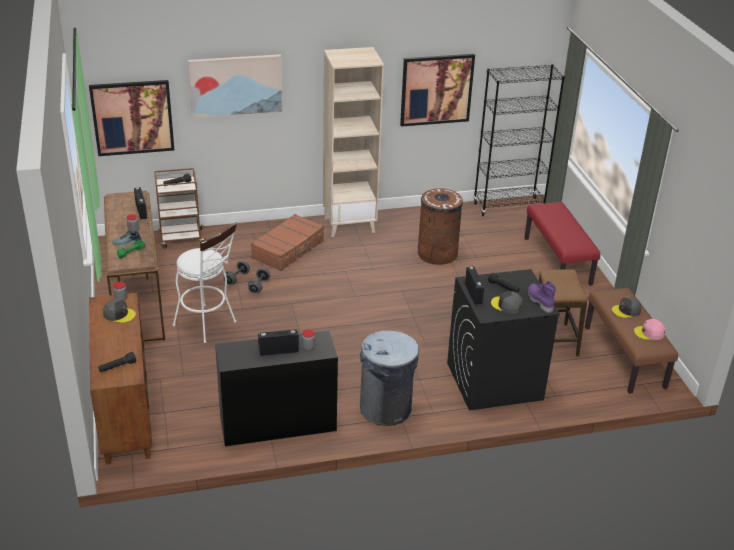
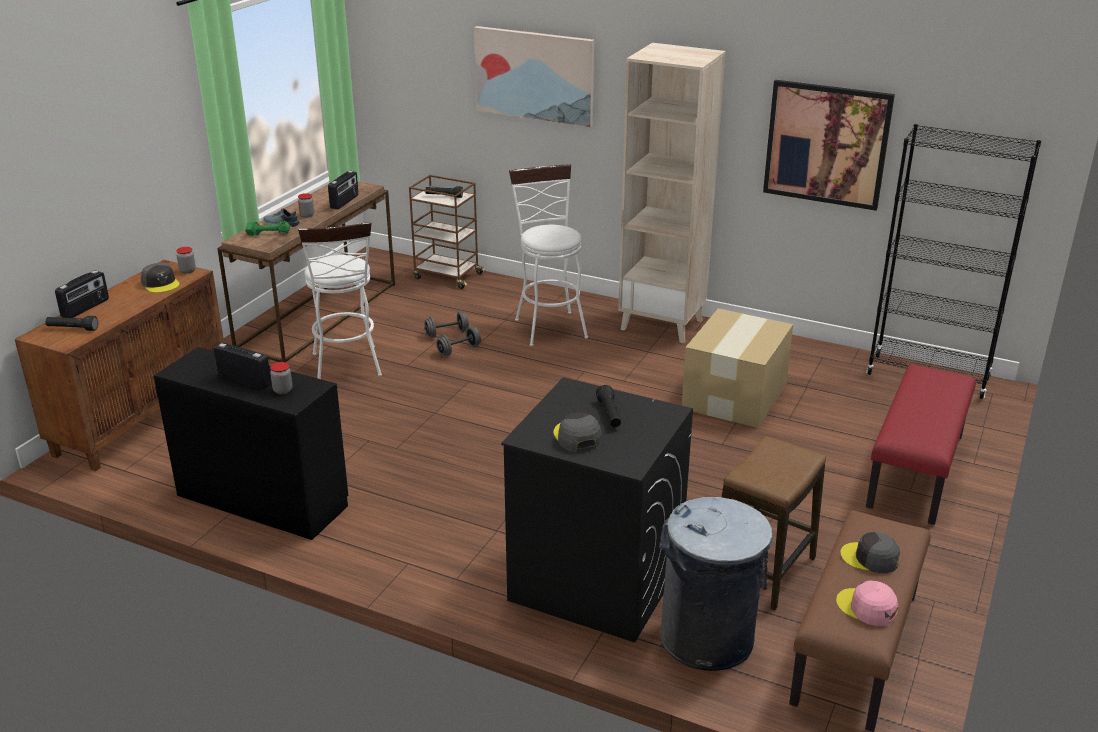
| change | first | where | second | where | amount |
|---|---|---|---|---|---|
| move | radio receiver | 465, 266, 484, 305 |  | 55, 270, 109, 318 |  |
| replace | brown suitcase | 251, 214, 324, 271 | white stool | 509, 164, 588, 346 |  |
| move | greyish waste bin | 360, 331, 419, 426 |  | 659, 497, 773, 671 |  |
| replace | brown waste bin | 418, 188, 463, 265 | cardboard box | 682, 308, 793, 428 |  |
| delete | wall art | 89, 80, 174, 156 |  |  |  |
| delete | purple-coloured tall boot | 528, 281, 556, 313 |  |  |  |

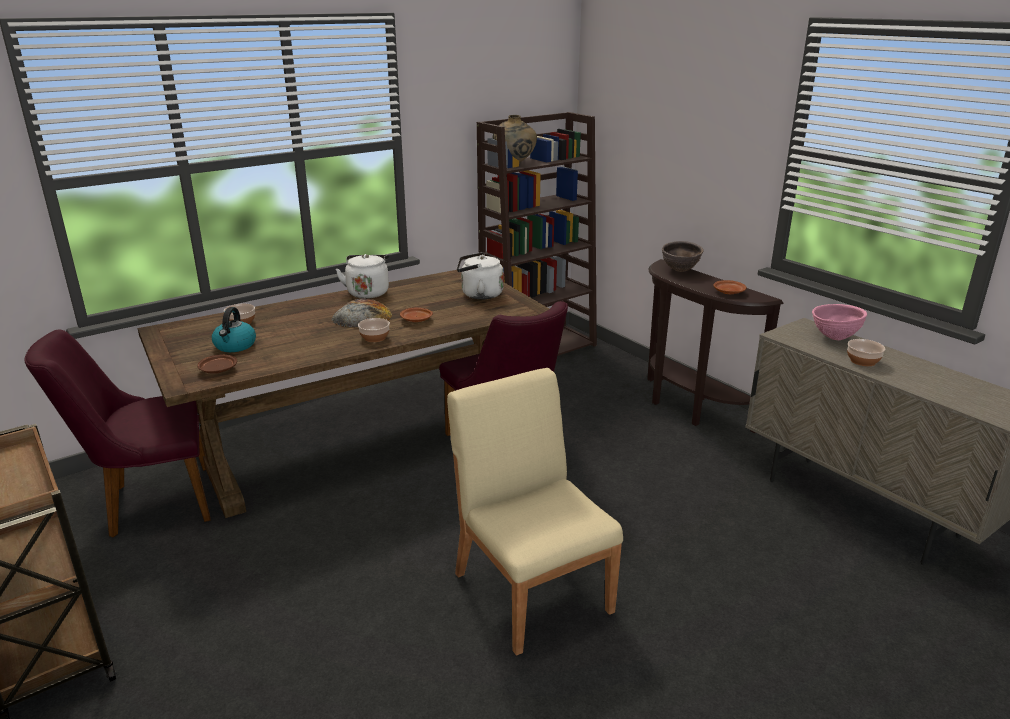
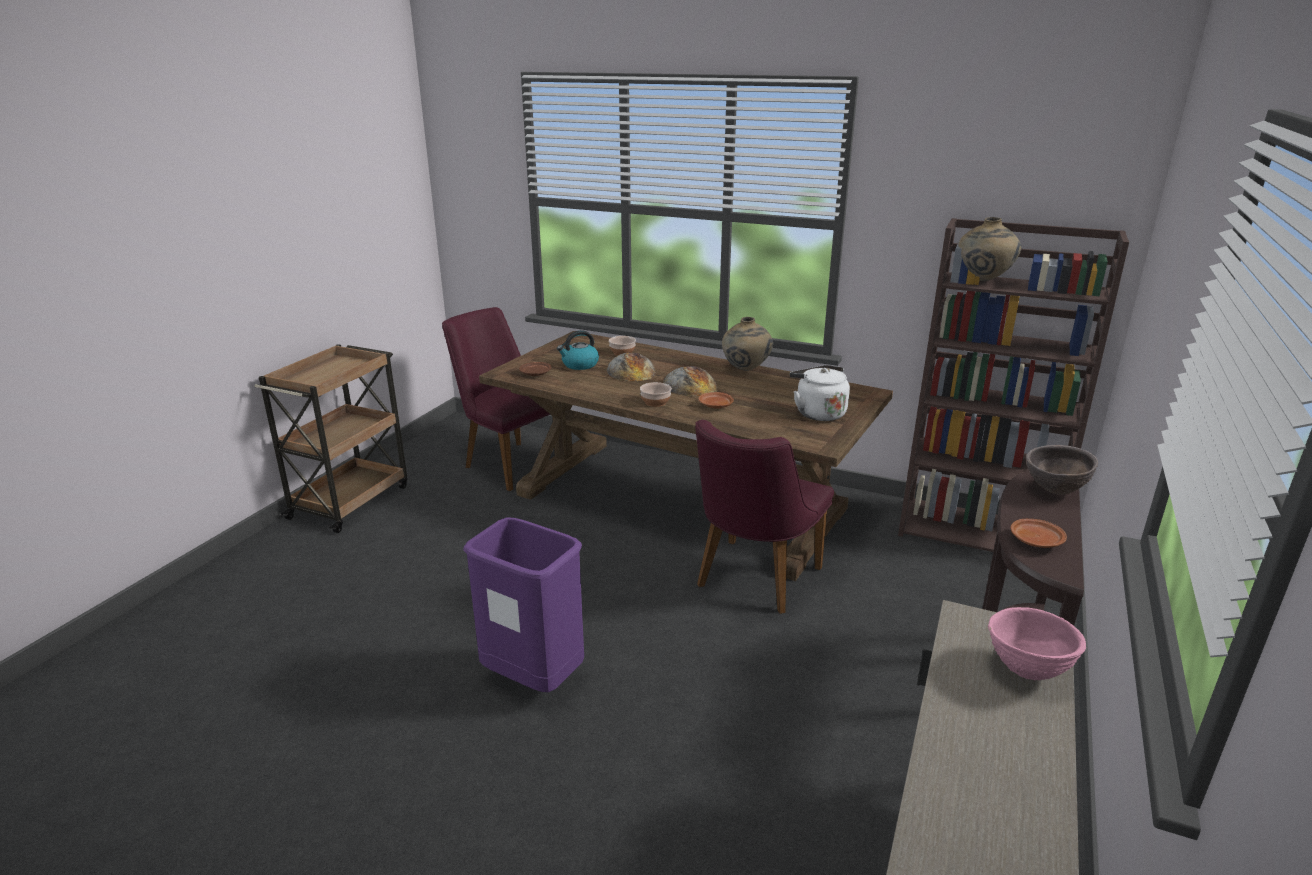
| change | first | where | second | where | amount |
|---|---|---|---|---|---|
| replace | beige-coloured plain chair | 447, 368, 623, 656 | purple-coloured waste bin | 463, 517, 584, 692 |  |
| insert |  |  | bread | 607, 353, 656, 381 |  |
| replace | white tea kettle | 335, 254, 389, 299 | beige-coloured decorative vase | 722, 317, 773, 371 |  |
| delete | deep dish | 847, 339, 885, 366 |  |  |  |

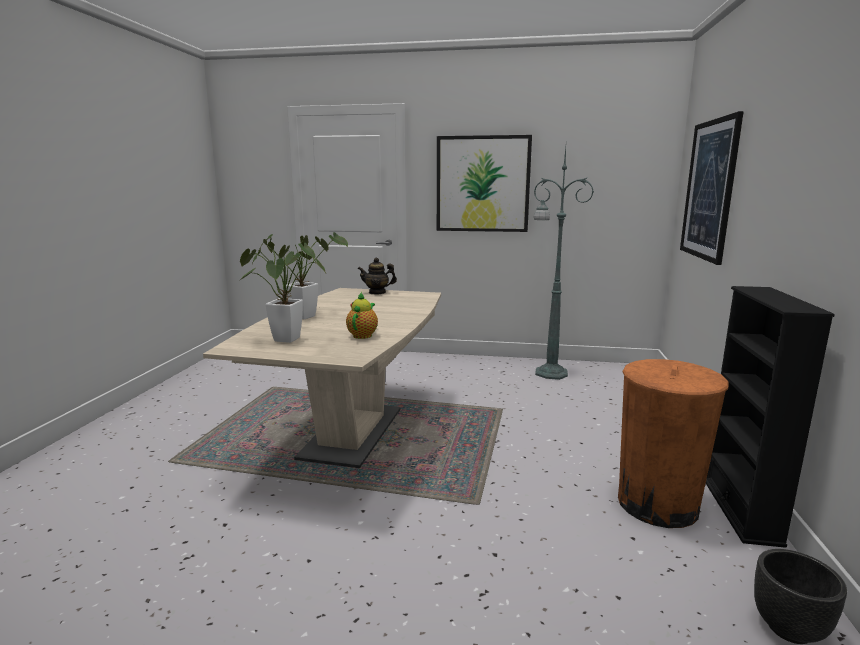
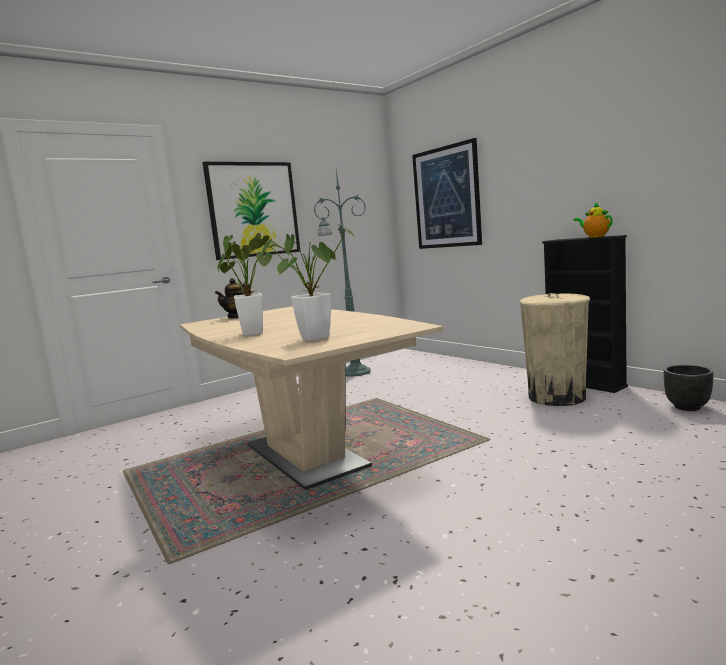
| change | first | where | second | where | amount |
|---|---|---|---|---|---|
| recolor | orangey waste bin | 618, 359, 728, 528 | beige-coloured waste bin | 519, 293, 590, 406 |  |
| move | tea pot | 346, 292, 378, 339 |  | 574, 203, 613, 238 |  |

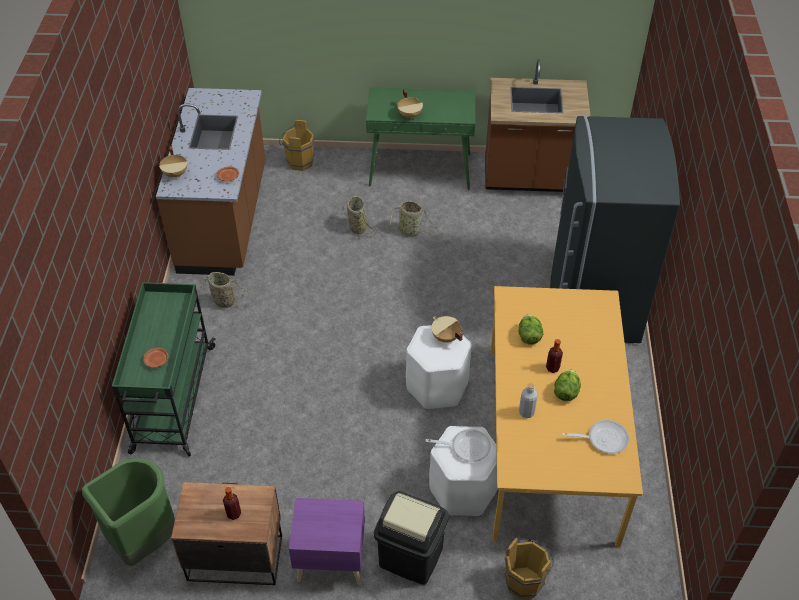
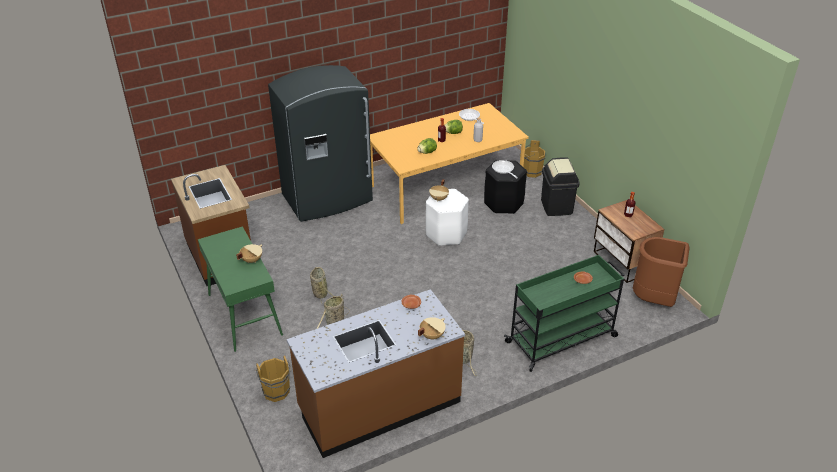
| change | first | where | second | where | amount |
|---|---|---|---|---|---|
| recolor | white stool | 429, 426, 497, 516 | black-coloured stool | 484, 160, 527, 214 |  |
| recolor | green waste bin | 82, 458, 175, 566 | brown waste bin | 633, 237, 690, 307 |  |
| delete | purple-coloured night table | 289, 498, 365, 585 |  |  |  |

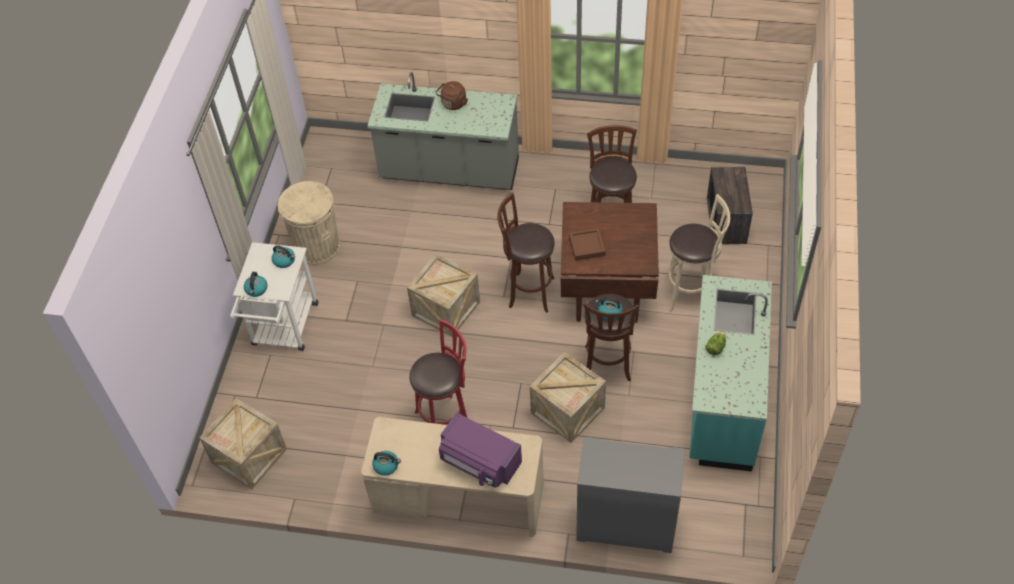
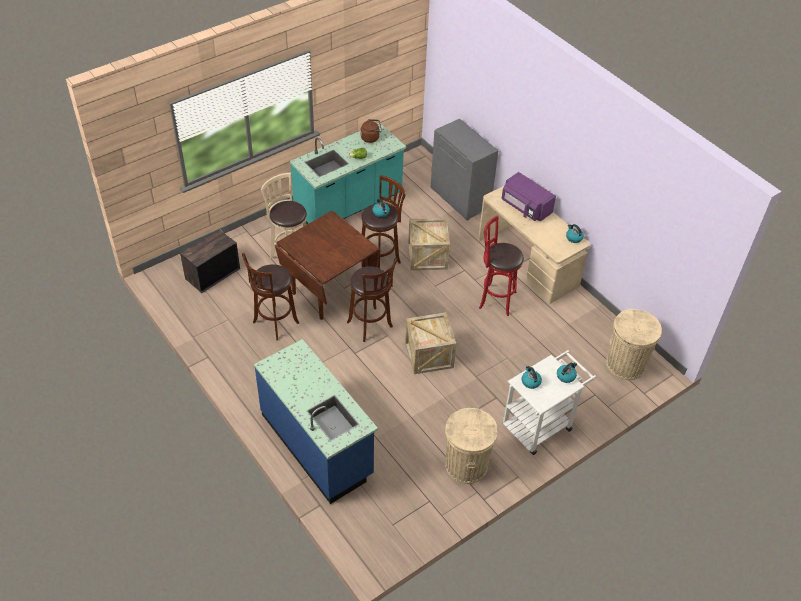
| change | first | where | second | where | amount |
|---|---|---|---|---|---|
| recolor | greyish kitchen base unit | 368, 72, 519, 190 | blue kitchen base unit | 254, 339, 378, 504 |  |
| move | brown tea kettle | 436, 81, 468, 110 |  | 361, 119, 382, 143 |  |
| rotate | purple-coloured microwave | 439, 412, 522, 488 |  | 502, 172, 556, 222 | 150 degrees clockwise |
| replace | packing crate | 200, 398, 287, 489 | beige-coloured waste bin | 606, 309, 662, 380 |  |
| delete | brown carrying tray | 569, 228, 606, 261 |  |  |  |

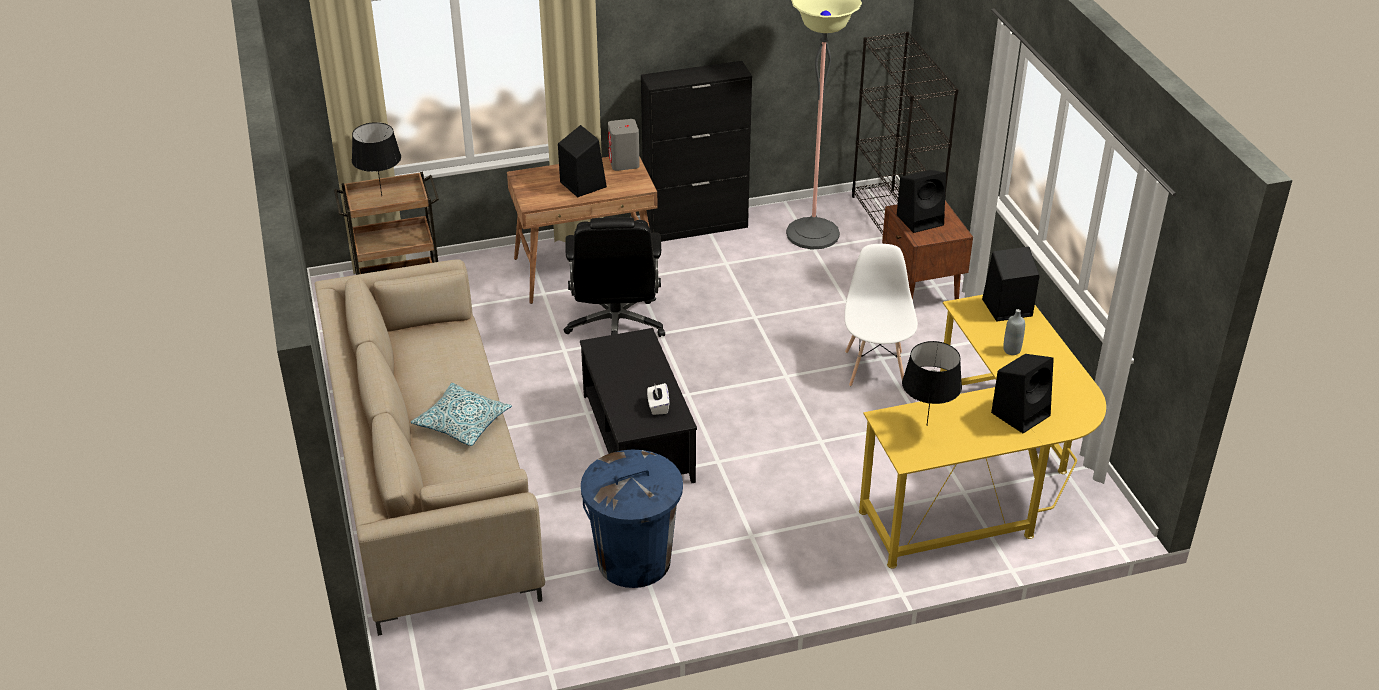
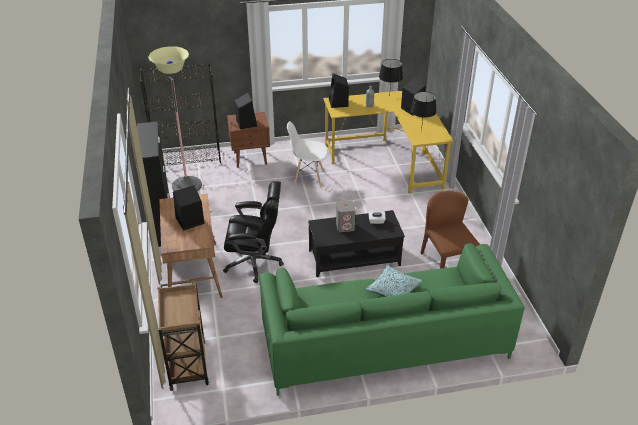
| change | first | where | second | where | amount |
|---|---|---|---|---|---|
| recolor | beige-coloured settee | 315, 259, 545, 636 | green settee | 259, 243, 525, 396 |  |
| move | greyish loudspeaker | 608, 119, 640, 171 |  | 336, 201, 355, 232 |  |
| move | black-coloured lamp for a table | 352, 122, 401, 196 |  | 379, 59, 403, 87 |  |
| replace | blue waste bin | 581, 450, 683, 588 | brown plain chair | 421, 191, 480, 269 |  |

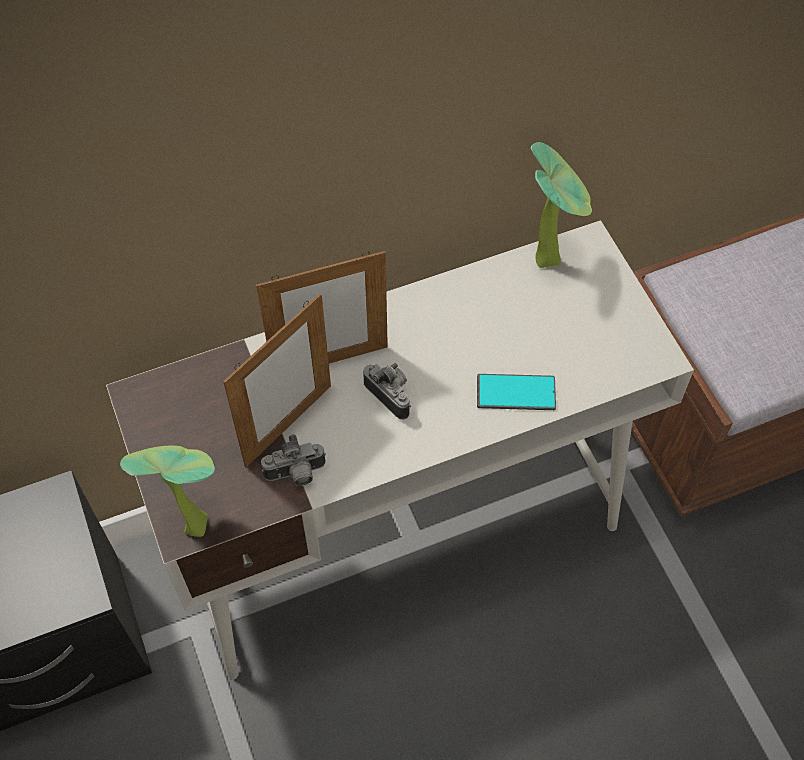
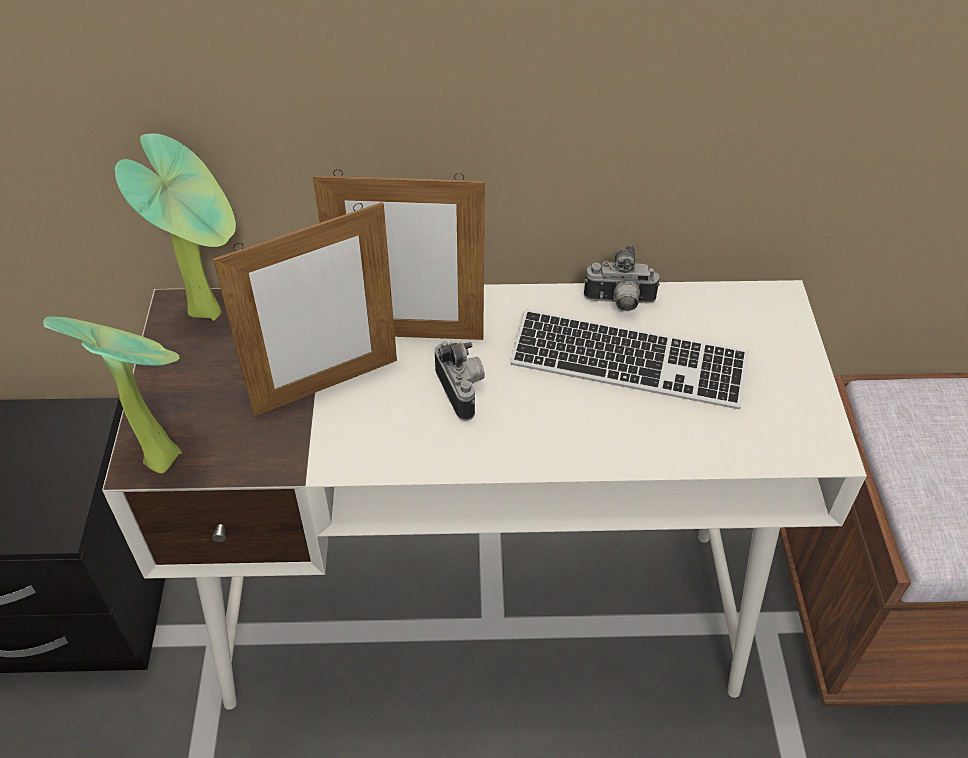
| change | first | where | second | where | amount |
|---|---|---|---|---|---|
| move | houseplant | 531, 142, 592, 268 |  | 115, 133, 236, 321 |  |
| insert |  |  | computer keyboard | 511, 309, 749, 409 |  |
| move | still camera | 261, 434, 326, 486 |  | 584, 245, 660, 311 |  |
| delete | phone | 477, 374, 556, 410 |  |  |  |

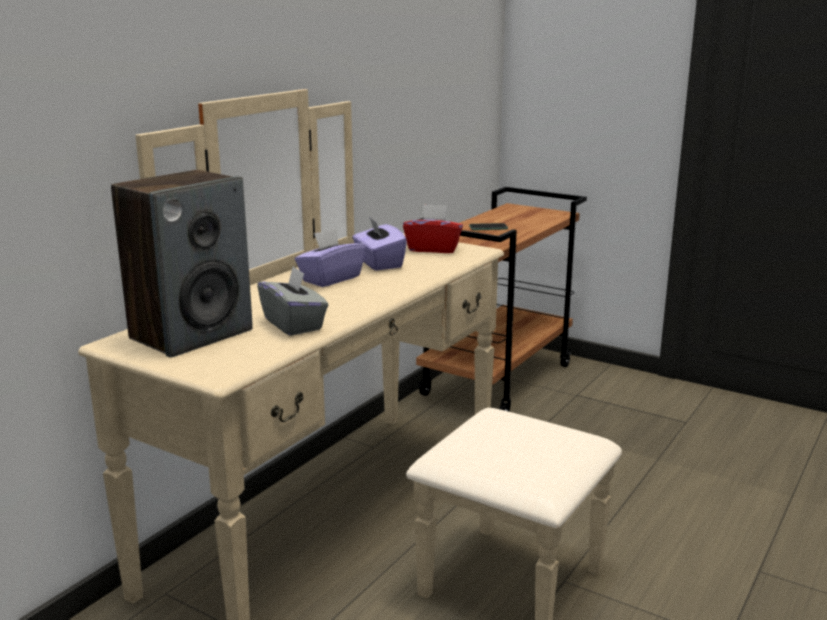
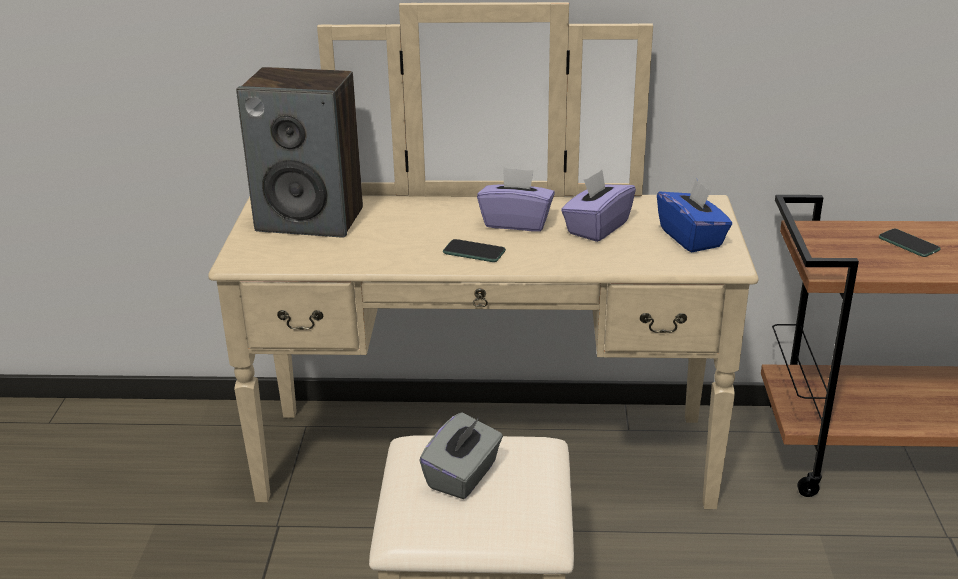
| change | first | where | second | where | amount |
|---|---|---|---|---|---|
| move | greyish box of tissues | 257, 266, 328, 336 |  | 419, 412, 503, 499 |  |
| insert |  |  | phone | 443, 239, 506, 262 |  |
| recolor | red-coloured box of tissues | 403, 204, 463, 253 | blue box of tissues | 657, 179, 732, 253 |  |

